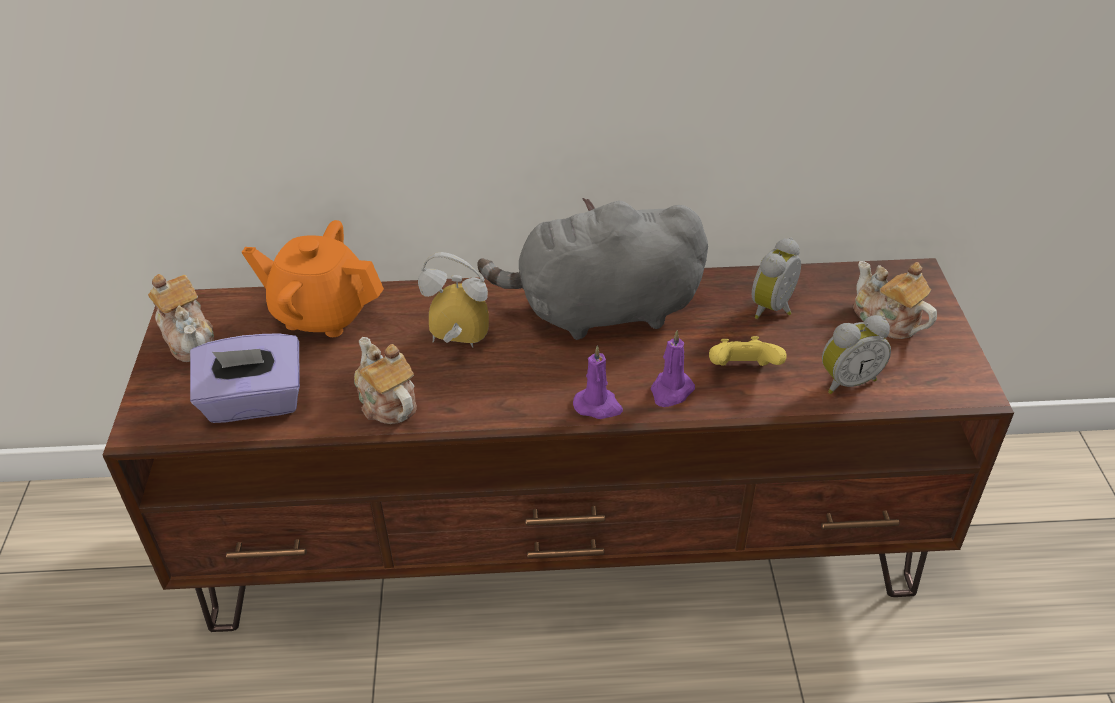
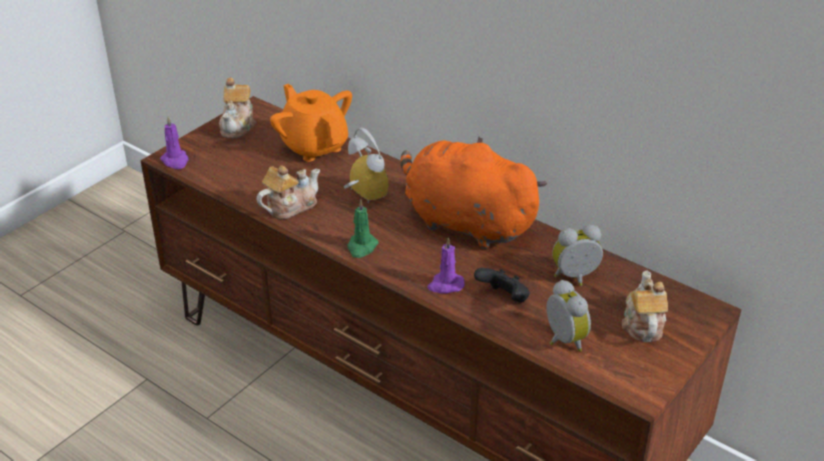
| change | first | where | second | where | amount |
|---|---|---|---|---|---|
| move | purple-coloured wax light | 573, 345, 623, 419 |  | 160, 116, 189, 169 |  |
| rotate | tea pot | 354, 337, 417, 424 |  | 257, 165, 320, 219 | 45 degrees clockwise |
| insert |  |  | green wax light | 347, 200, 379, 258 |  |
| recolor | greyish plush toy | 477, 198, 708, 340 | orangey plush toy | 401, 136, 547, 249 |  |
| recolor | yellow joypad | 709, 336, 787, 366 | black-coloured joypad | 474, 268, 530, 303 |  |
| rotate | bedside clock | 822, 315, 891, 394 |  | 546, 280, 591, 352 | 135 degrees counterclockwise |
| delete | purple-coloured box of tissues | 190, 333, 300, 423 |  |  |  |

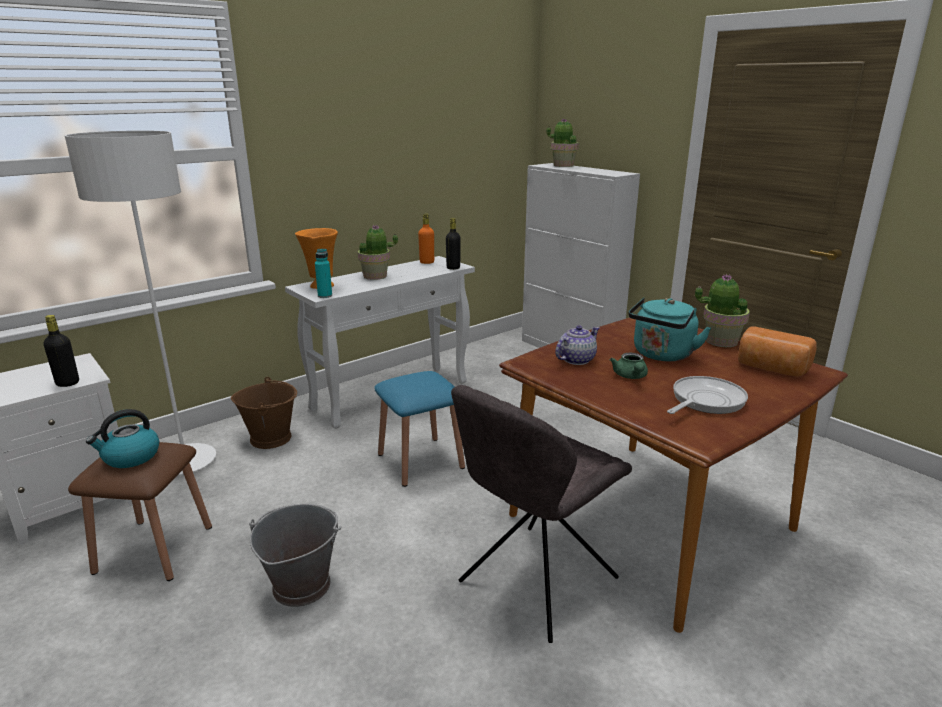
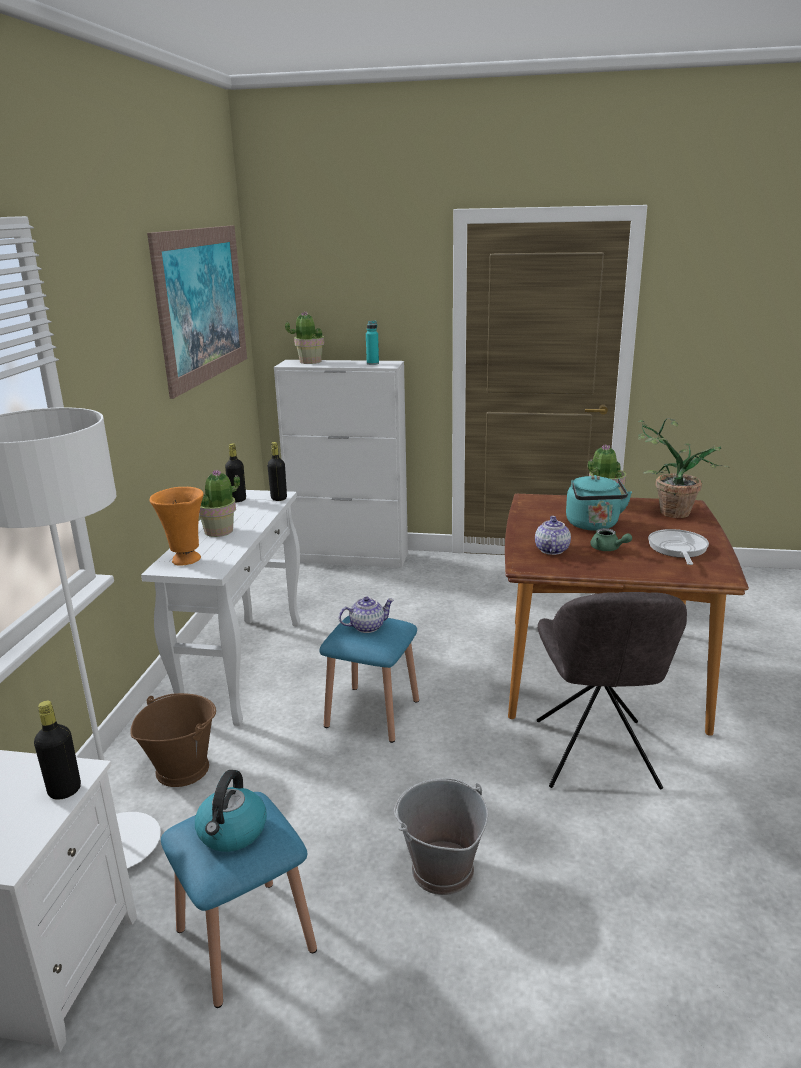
| change | first | where | second | where | amount |
|---|---|---|---|---|---|
| insert |  |  | wall art | 147, 225, 247, 399 |  |
| recolor | brown stool | 68, 442, 212, 581 | blue stool | 161, 792, 317, 1008 |  |
| recolor | orangey beverage bottle | 418, 214, 434, 264 | black-coloured beverage bottle | 225, 443, 246, 502 |  |
| insert |  |  | tea pot | 339, 597, 394, 633 |  |
| move | blue-green beverage bottle | 315, 249, 332, 298 |  | 366, 320, 379, 365 |  |
| replace | bread | 738, 326, 817, 377 | houseplant | 638, 418, 729, 518 |  |

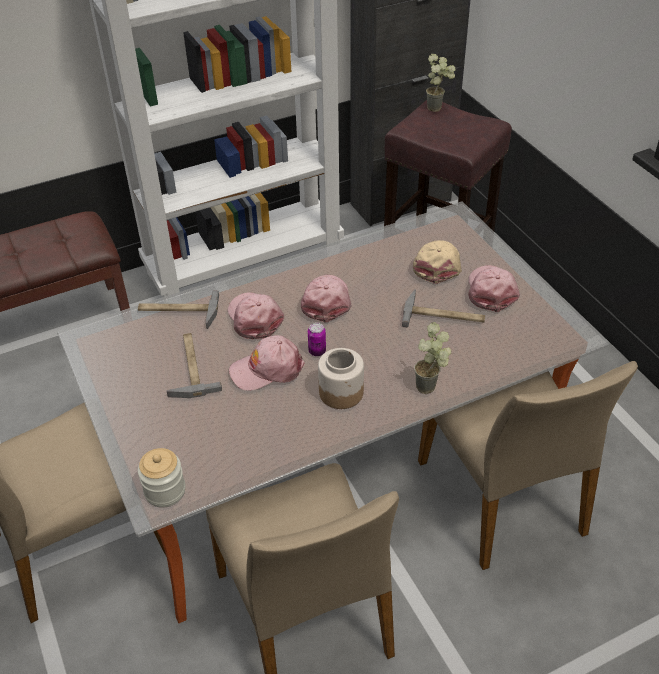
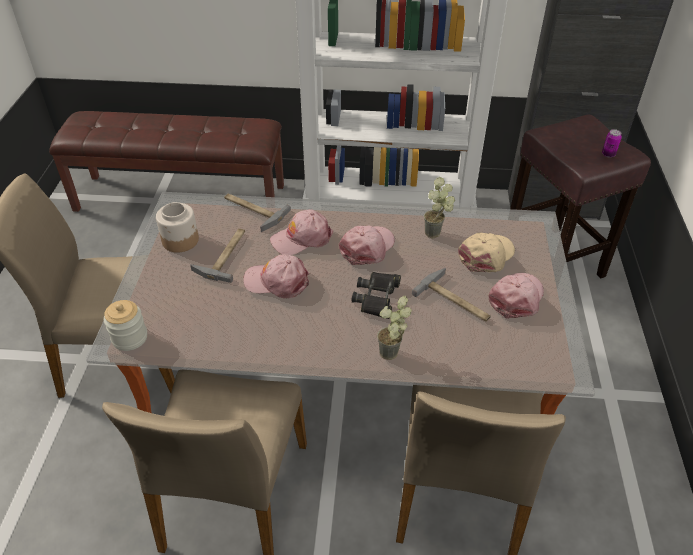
| change | first | where | second | where | amount |
|---|---|---|---|---|---|
| move | storage jar | 318, 348, 364, 409 |  | 156, 202, 199, 253 |  |
| rotate | pink-coloured cap | 228, 292, 284, 339 |  | 270, 209, 333, 255 | 120 degrees counterclockwise |
| insert |  |  | black-coloured field glasses | 351, 272, 401, 319 |  |
| move | houseplant | 426, 54, 455, 112 |  | 424, 177, 455, 238 |  |
| move | can | 308, 323, 326, 356 |  | 602, 129, 622, 158 |  |

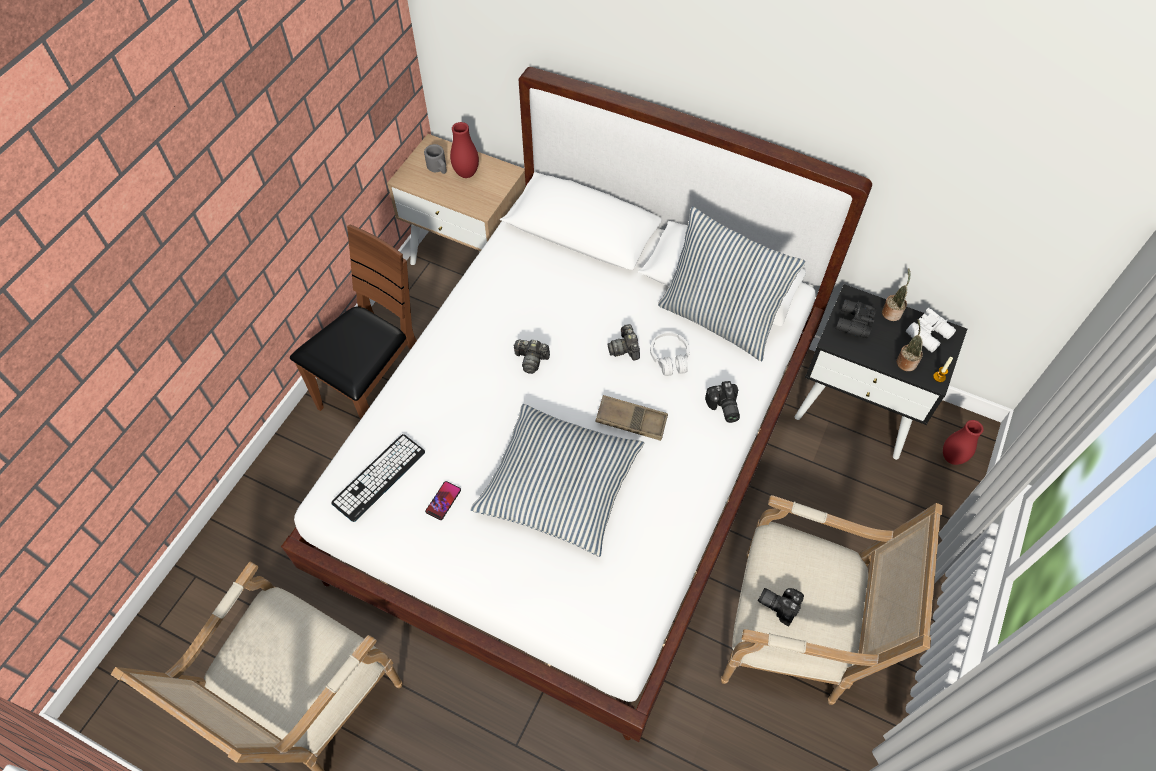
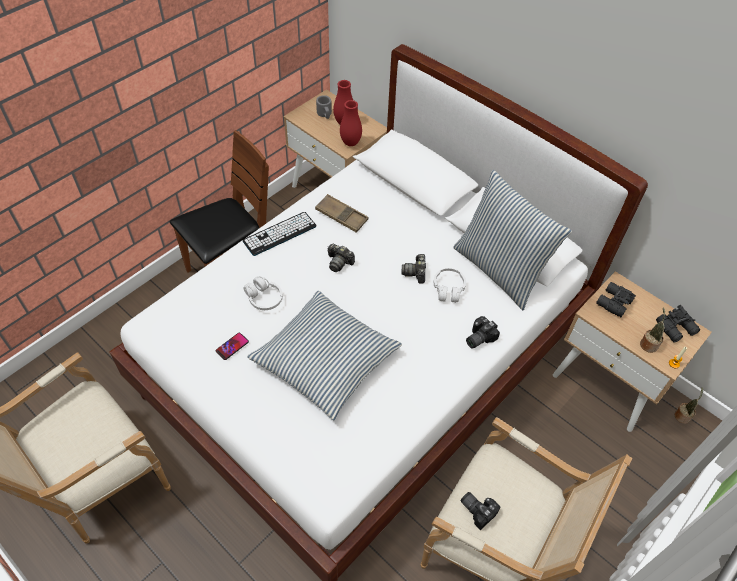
| change | first | where | second | where | amount |
|---|---|---|---|---|---|
| move | computer keyboard | 331, 434, 425, 522 |  | 243, 212, 316, 256 |  |
| insert |  |  | white pair of headphones | 243, 276, 283, 310 |  |
| move | brown carrying tray | 595, 395, 668, 441 |  | 315, 194, 368, 233 |  |
| move | red-coloured decorative vase | 943, 420, 984, 465 |  | 340, 100, 362, 146 |  |
| rotate | still camera | 705, 381, 740, 423 |  | 466, 316, 500, 349 | 45 degrees clockwise |
| recolor | black-coloured night table | 794, 284, 967, 460 | beige-coloured night table | 553, 271, 712, 432 |  |
| recolor | white field glasses | 906, 308, 956, 352 | black-coloured field glasses | 656, 305, 700, 342 |  |
| move | houseplant | 882, 268, 911, 321 |  | 674, 387, 703, 424 |  |

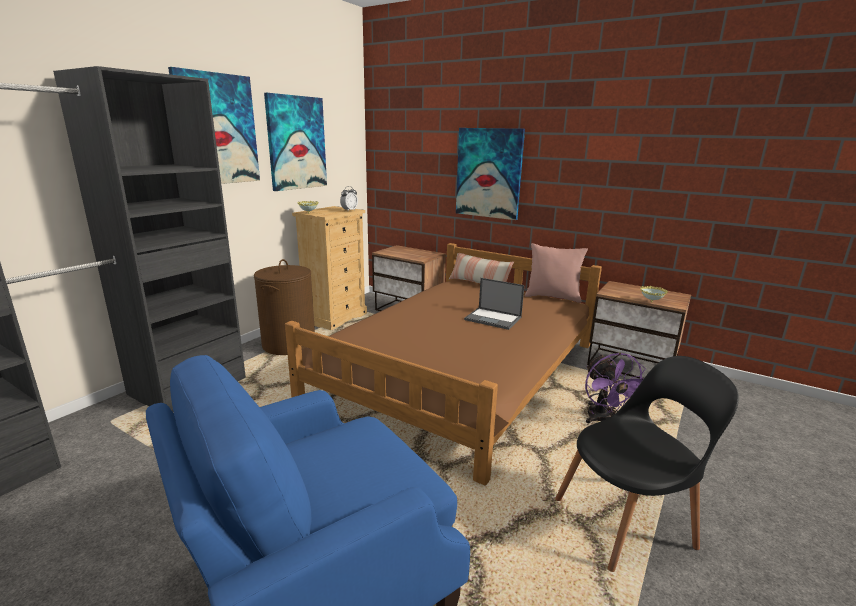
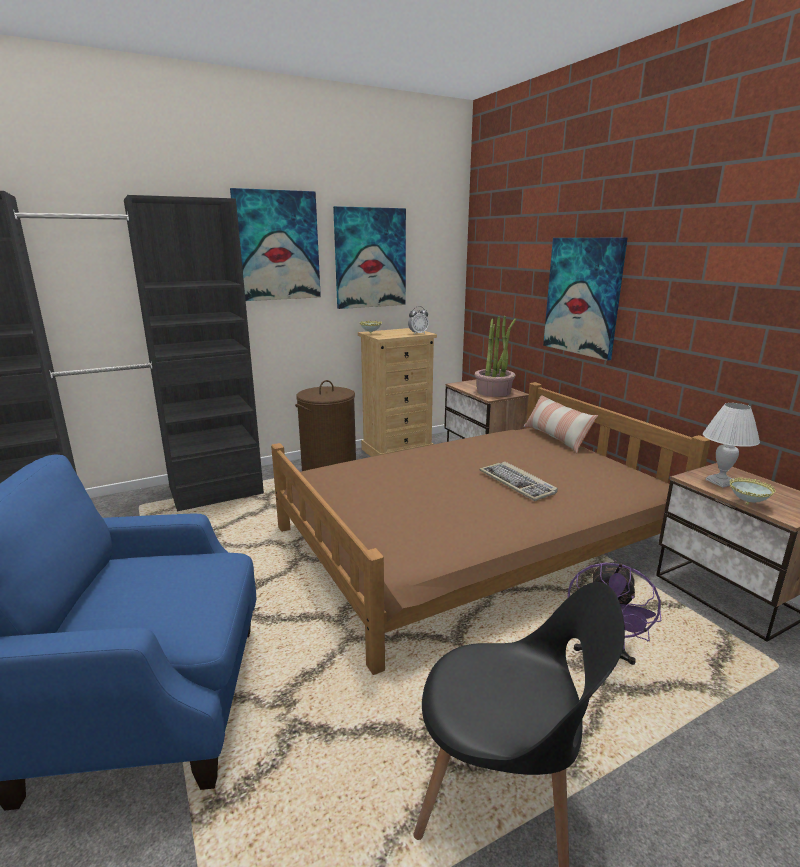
| change | first | where | second | where | amount |
|---|---|---|---|---|---|
| insert |  |  | houseplant | 475, 316, 516, 397 |  |
| replace | notebook computer | 464, 278, 524, 330 | computer keyboard | 480, 461, 558, 501 |  |
| insert |  |  | white lamp for a table | 703, 403, 760, 487 |  |
| delete | pink-coloured cushion | 525, 243, 588, 303 |  |  |  |

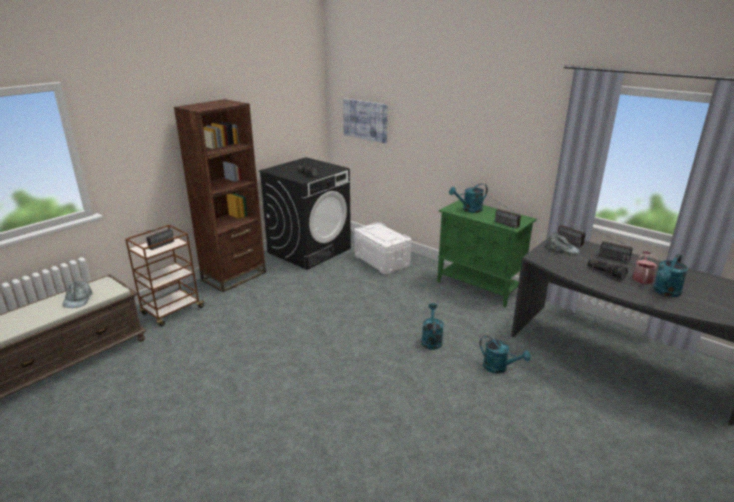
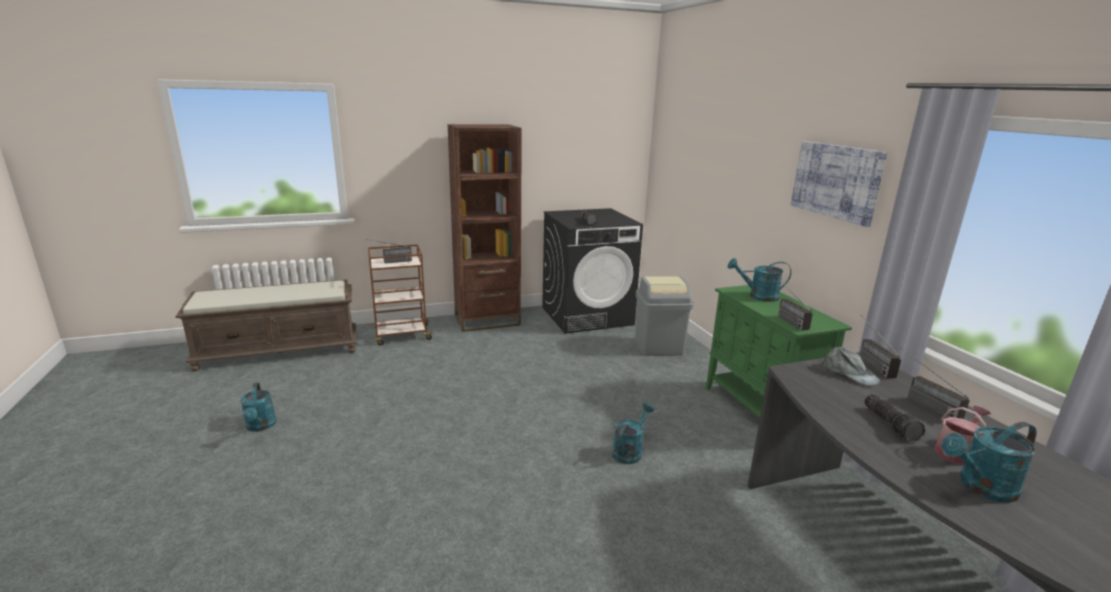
| change | first | where | second | where | amount |
|---|---|---|---|---|---|
| move | blue-green watering can | 480, 335, 531, 373 |  | 240, 383, 277, 432 |  |
| replace | white storage box | 354, 222, 411, 274 | greyish waste bin | 635, 276, 694, 356 |  |
| move | wall art | 343, 98, 387, 143 |  | 791, 141, 887, 227 |  |
| delete | greyish cap | 62, 281, 93, 308 |  |  |  |

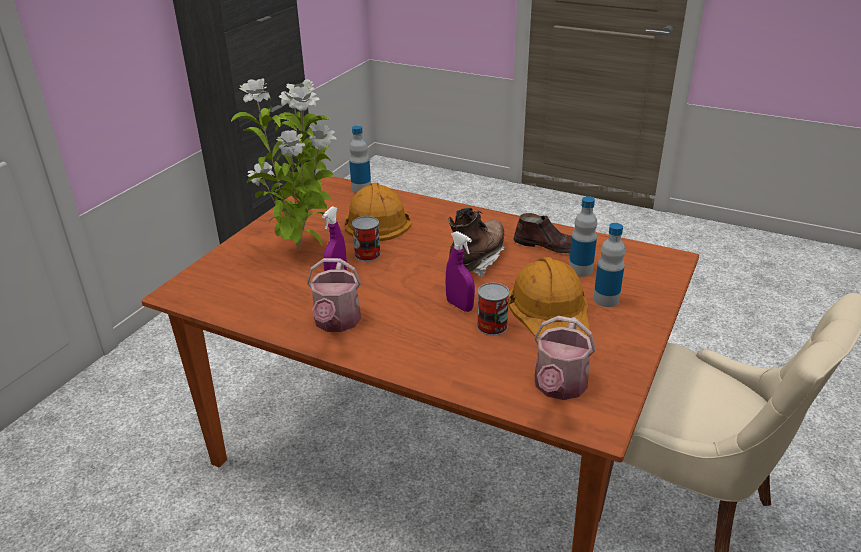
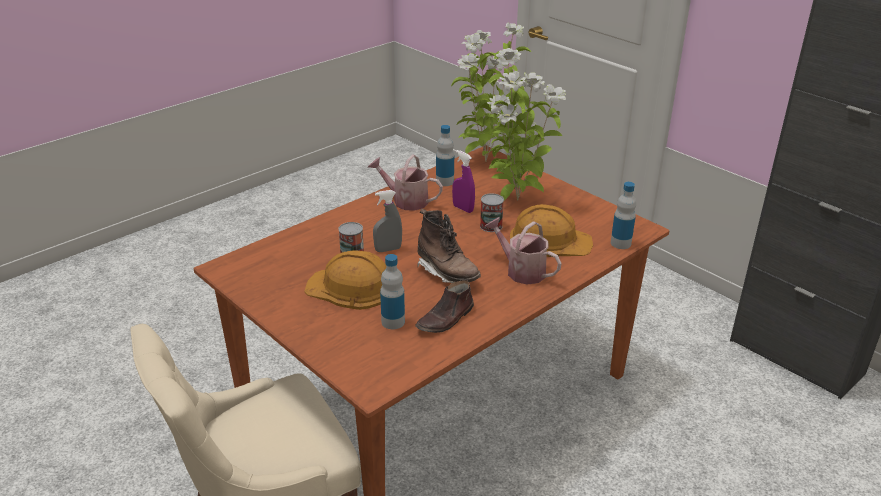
| change | first | where | second | where | amount |
|---|---|---|---|---|---|
| recolor | purple-coloured spray bottle | 445, 231, 475, 312 | greyish spray bottle | 373, 190, 402, 252 |  |
| move | beverage bottle | 593, 223, 625, 307 |  | 436, 125, 454, 186 |  |
| insert |  |  | houseplant | 451, 23, 531, 162 |  |
| move | watering can | 534, 316, 596, 400 |  | 484, 217, 562, 285 |  |

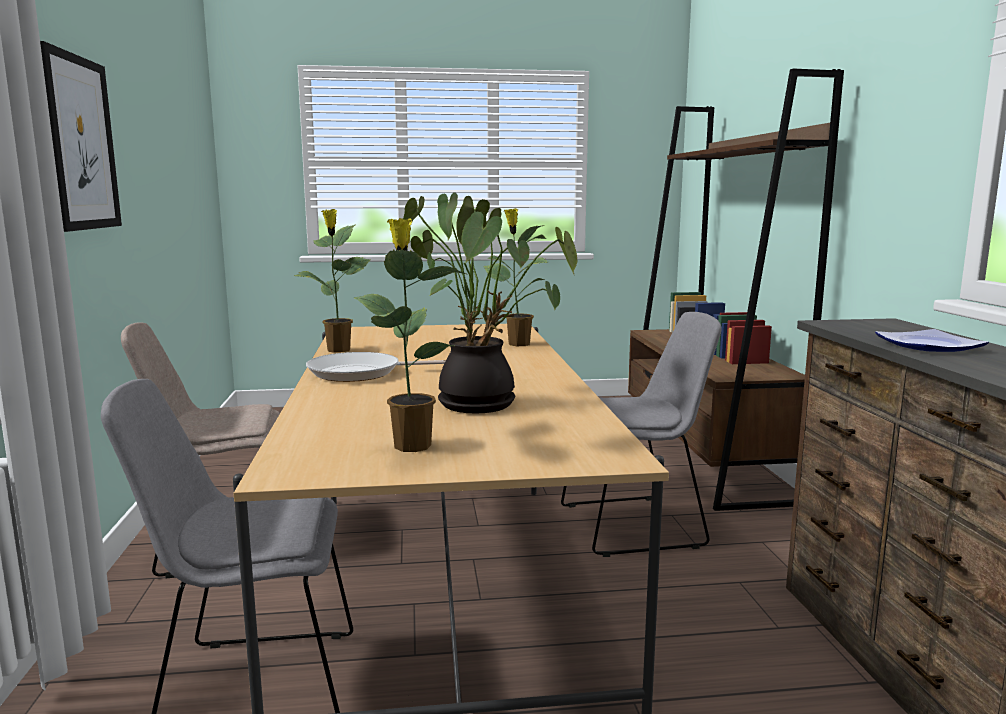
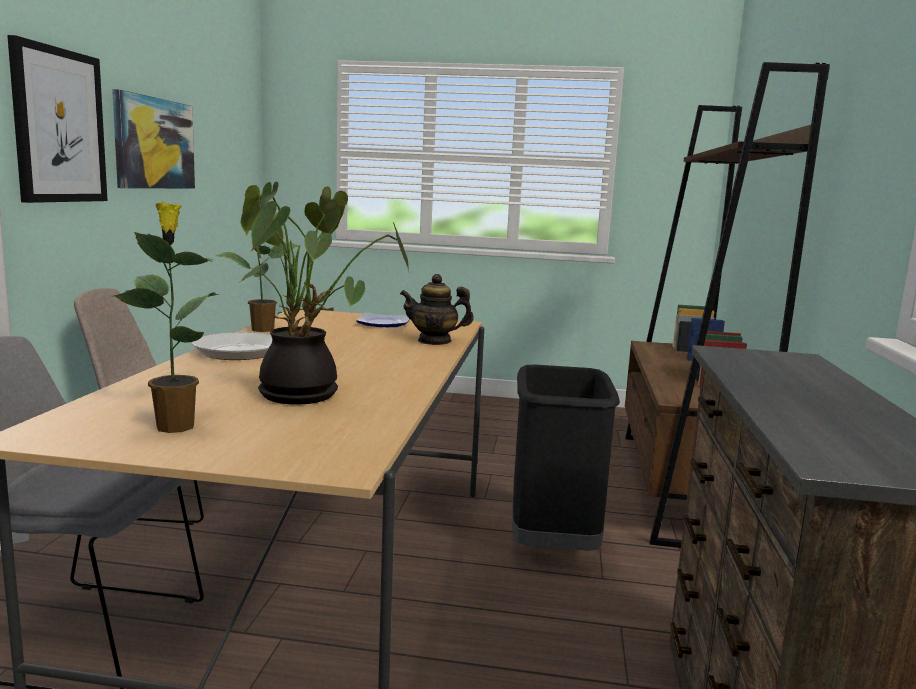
| change | first | where | second | where | amount |
|---|---|---|---|---|---|
| insert |  |  | wall art | 112, 89, 195, 189 |  |
| move | flat dish | 875, 329, 989, 352 |  | 356, 313, 409, 327 |  |
| replace | houseplant | 484, 208, 548, 346 | tea pot | 400, 274, 474, 345 |  |
| replace | greyish plain chair | 561, 312, 722, 557 | black-coloured waste bin | 512, 365, 620, 551 |  |

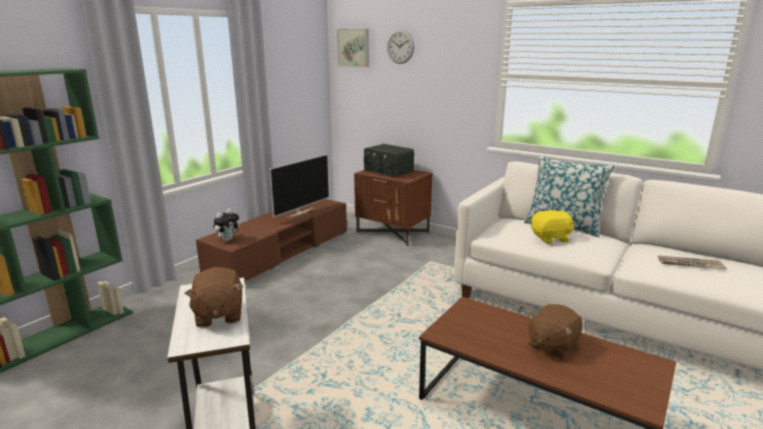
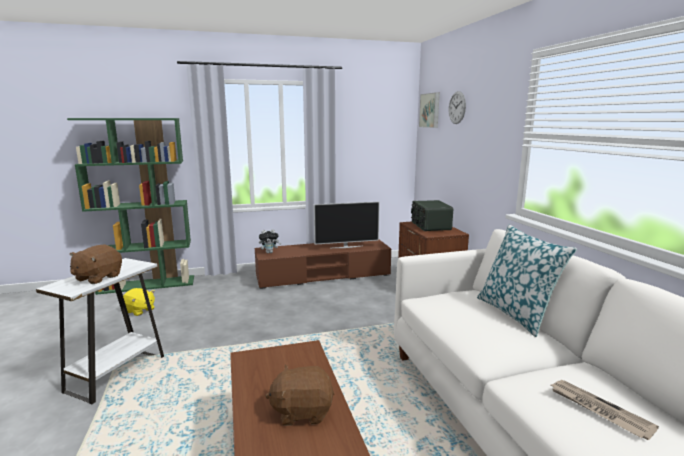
| change | first | where | second | where | amount |
|---|---|---|---|---|---|
| move | yellow plush toy | 531, 210, 574, 244 |  | 123, 288, 155, 316 |  |

